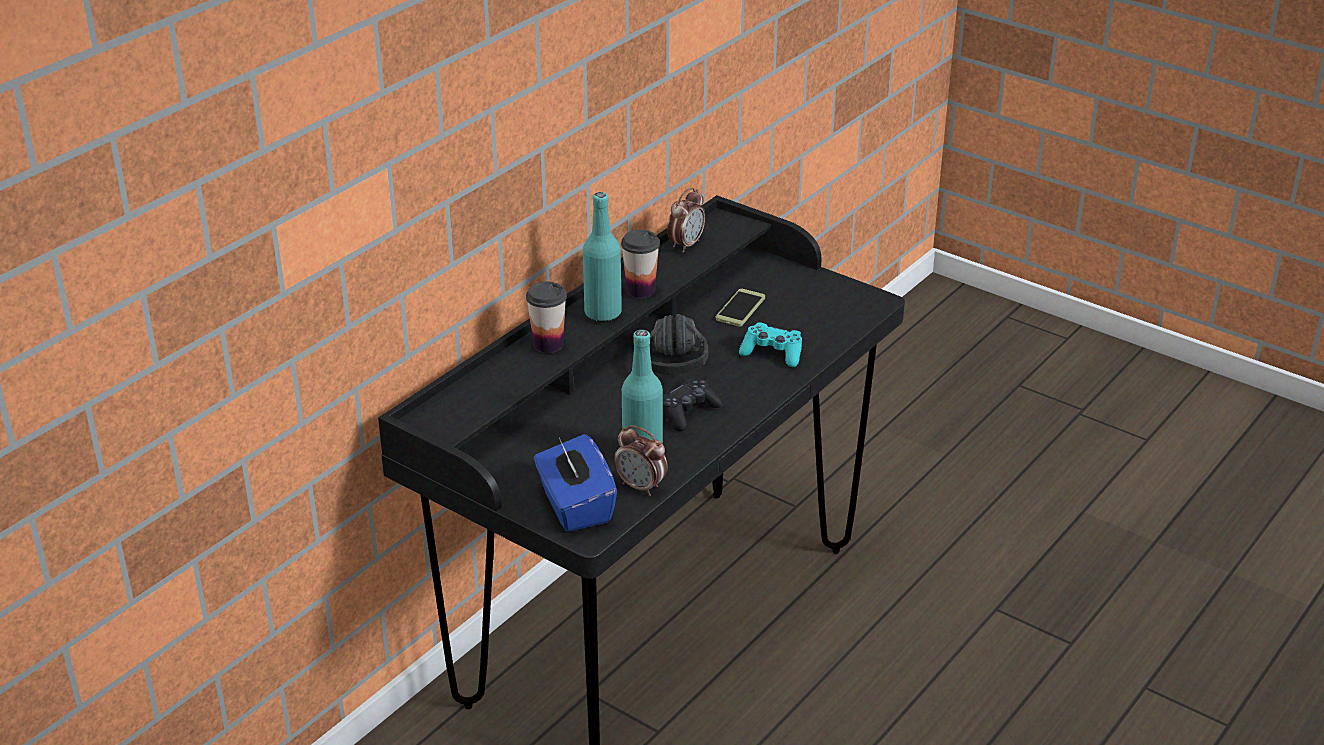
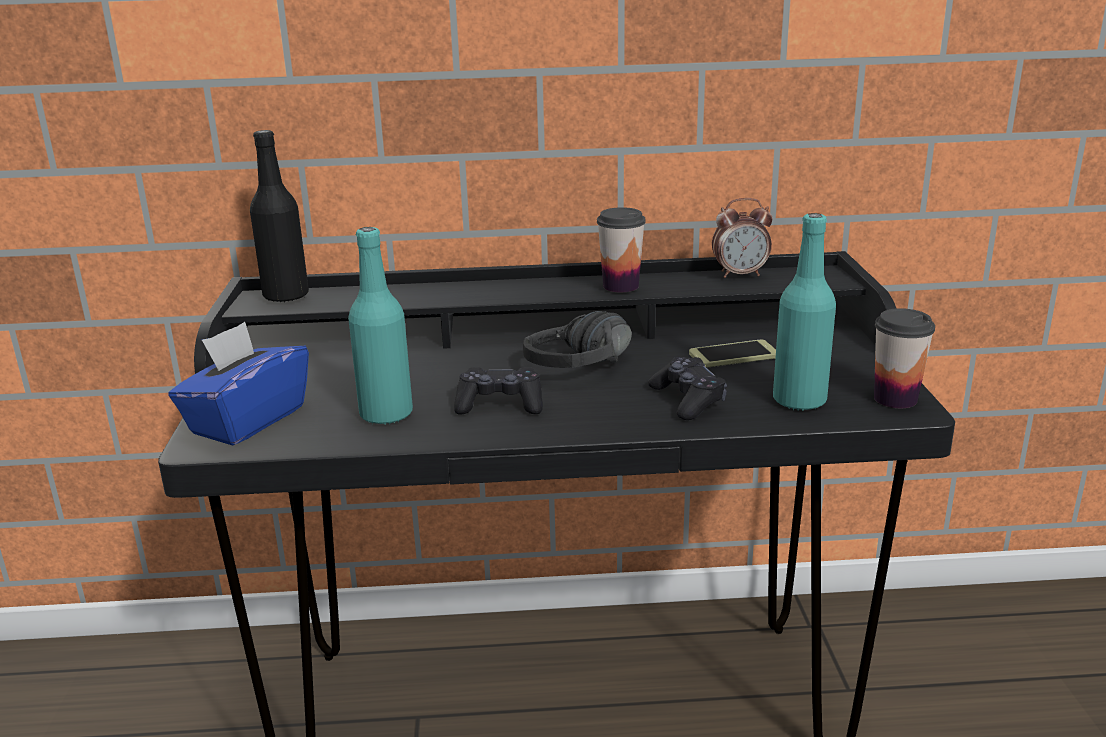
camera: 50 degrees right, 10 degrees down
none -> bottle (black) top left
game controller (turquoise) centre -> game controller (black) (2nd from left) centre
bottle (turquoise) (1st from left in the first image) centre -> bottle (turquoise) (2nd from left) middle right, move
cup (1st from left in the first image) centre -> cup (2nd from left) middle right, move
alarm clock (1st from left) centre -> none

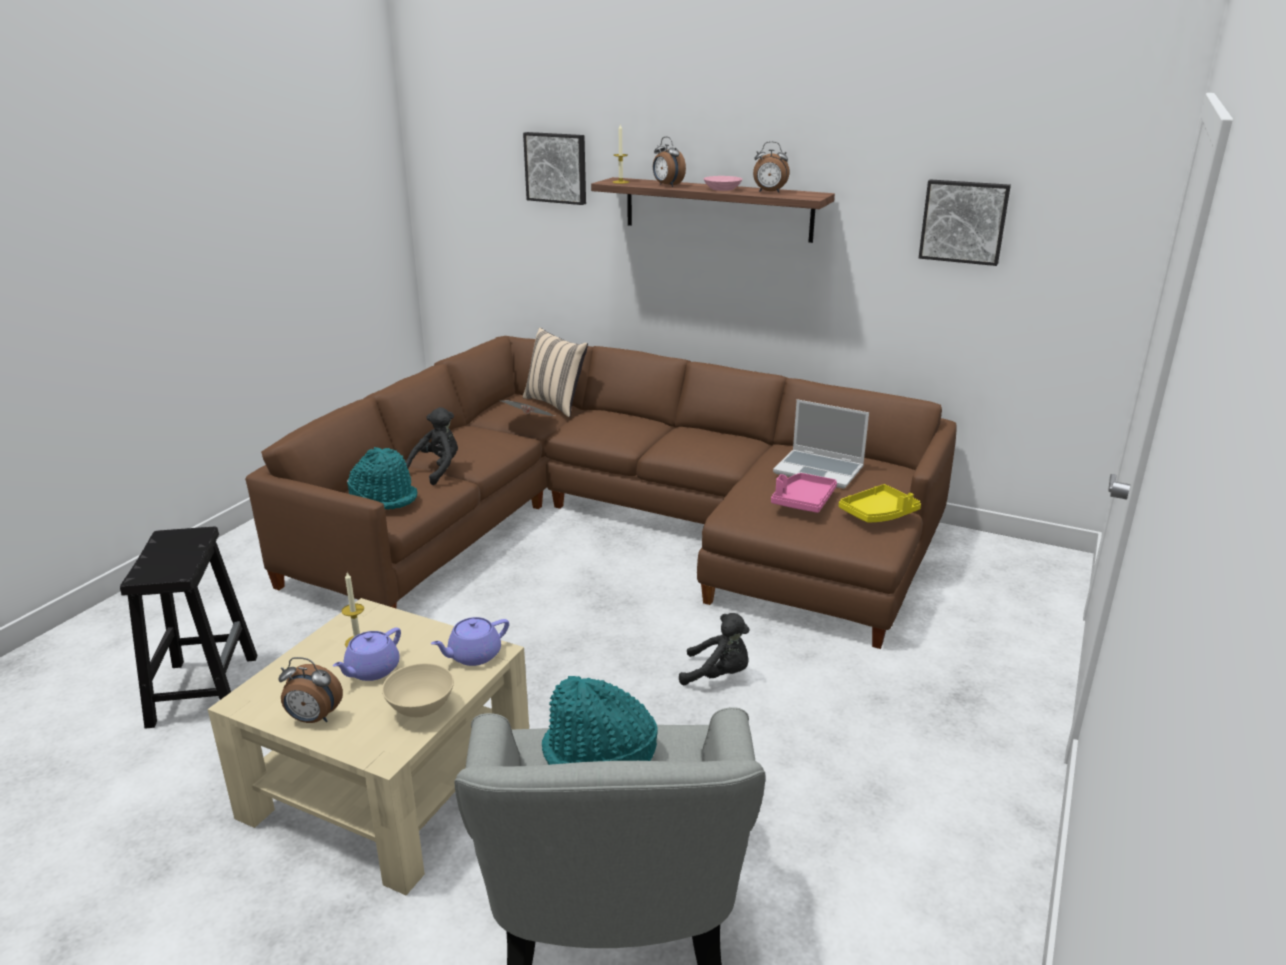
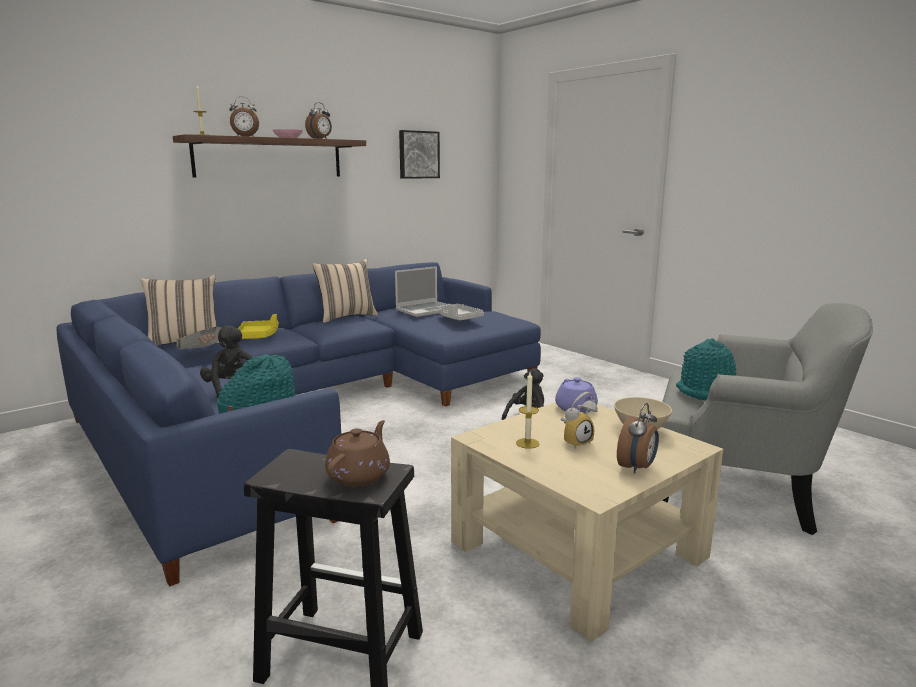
camera: 65 degrees left, 10 degrees down
sofa (brown) centre -> sofa (blue) middle left
tray (yellow) middle right -> tray (yellow) middle left, move
none -> pillow (beige) (2nd from left) centre
none -> teapot (brown) centre
tray (pink) centre -> tray (grey) centre
teapot (purple) (1st from left) bottom left -> alarm clock (3rd from left) centre
picture (1st from left) top centre -> none

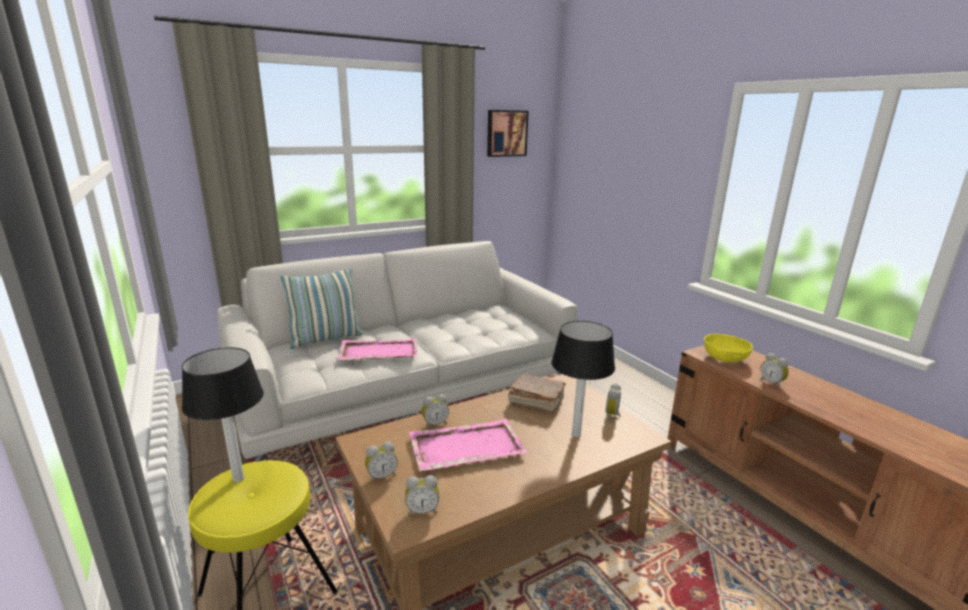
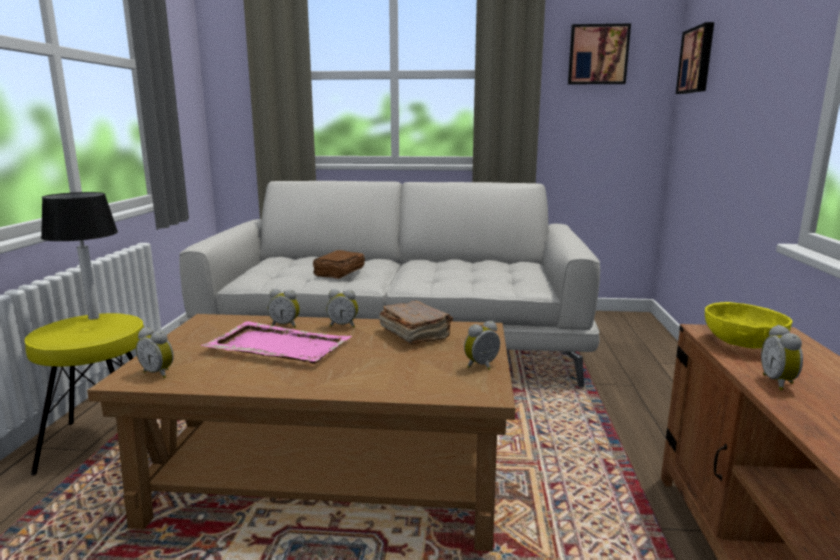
camera: 35 degrees right, 5 degrees down
tray (pink) (1st from left) centre -> book (brown) (1st from left) centre
alarm clock (1st from left in the first image) bottom centre -> alarm clock (3rd from left) centre, move
none -> picture (2nd from left) top right
pillow middle left -> none
table lamp (2nd from left) centre -> none

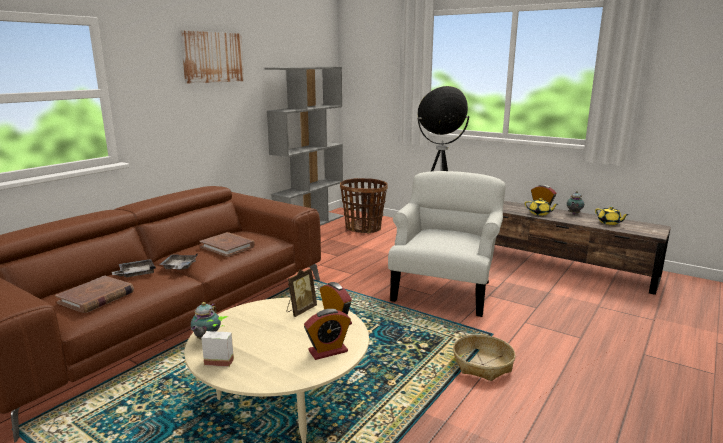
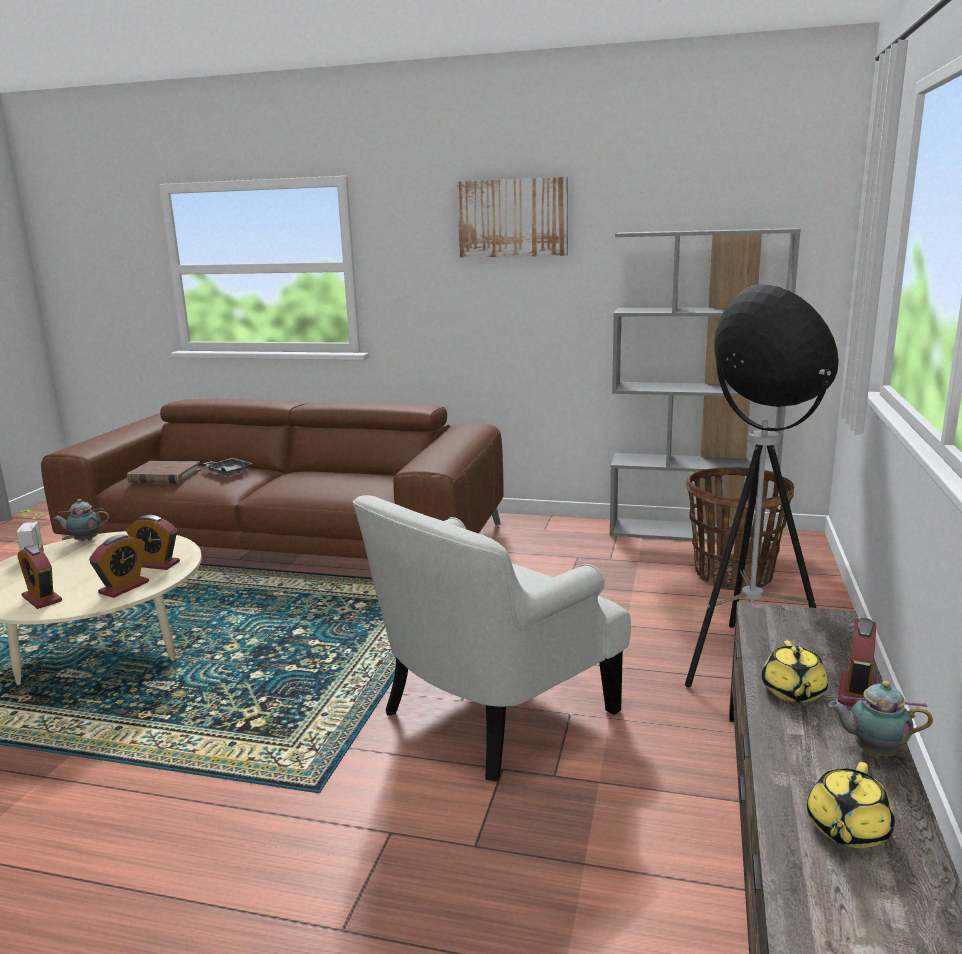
camera: 70 degrees right, 0 degrees up
picture frame centre -> alarm clock (3rd from left) middle left
armchair (white) centre -> armchair (white) bottom centre, 135 degrees clockwise
tray (grey) (2nd from left) middle left -> none
book (brown) (2nd from left) middle left -> none
basket (2nd from left) bottom right -> none

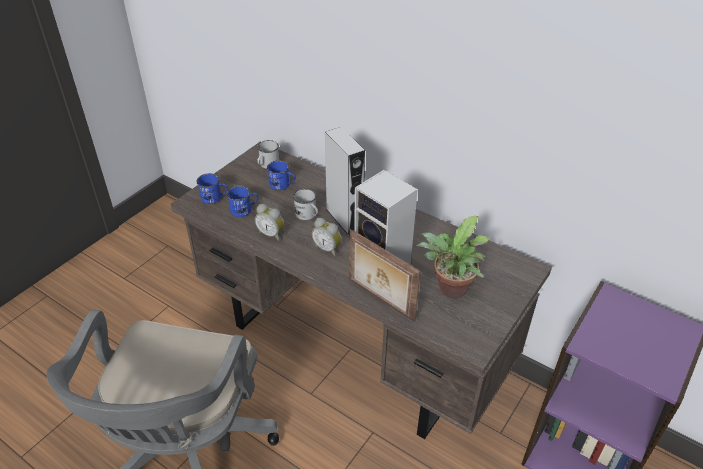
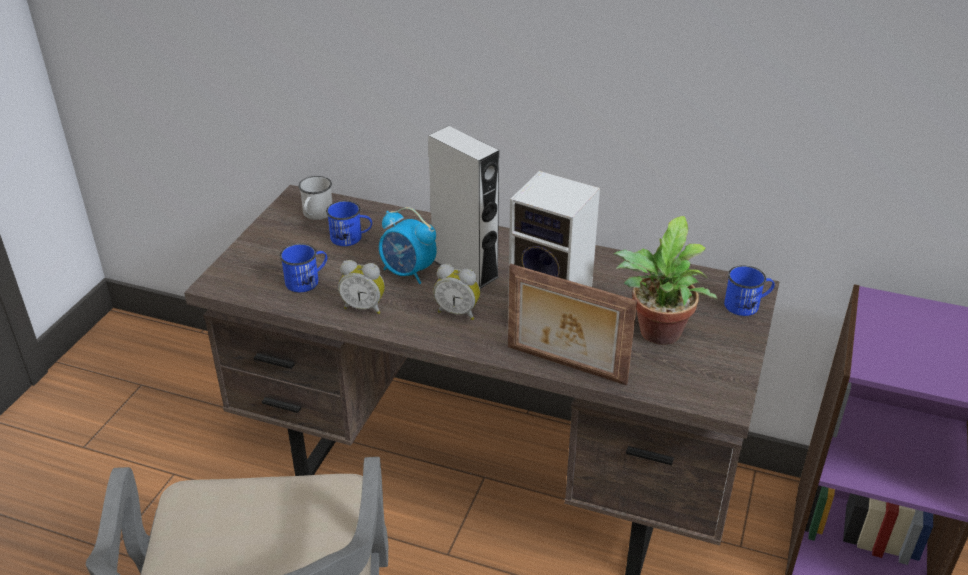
camera: 15 degrees left, 5 degrees down
mug (white) (2nd from left) centre -> alarm clock (2nd from left) centre
mug (blue) (1st from left in the first image) middle left -> mug (blue) (3rd from left) middle right, move

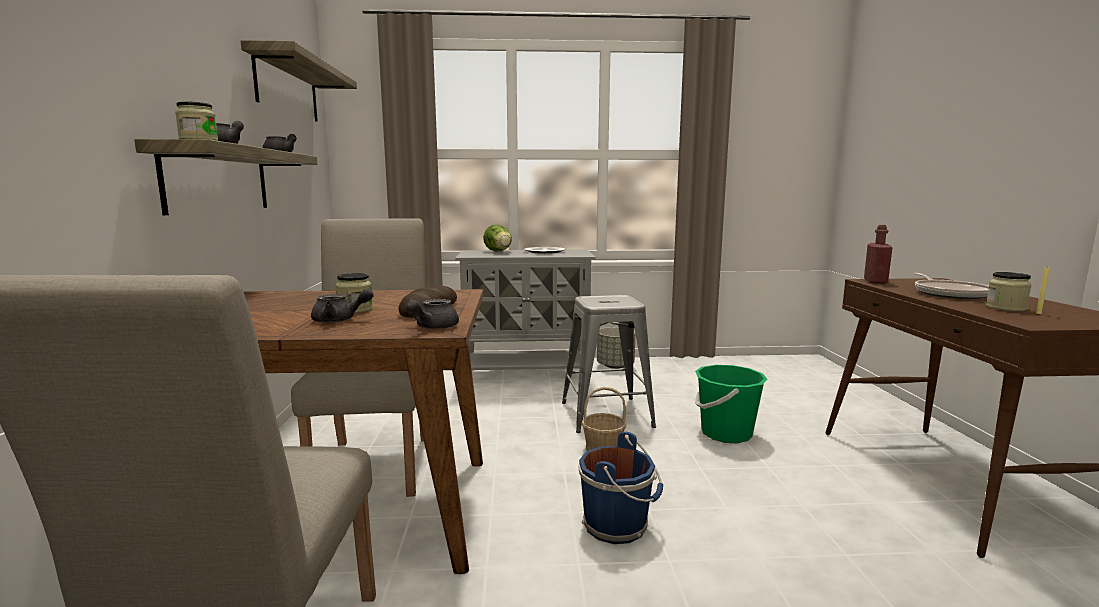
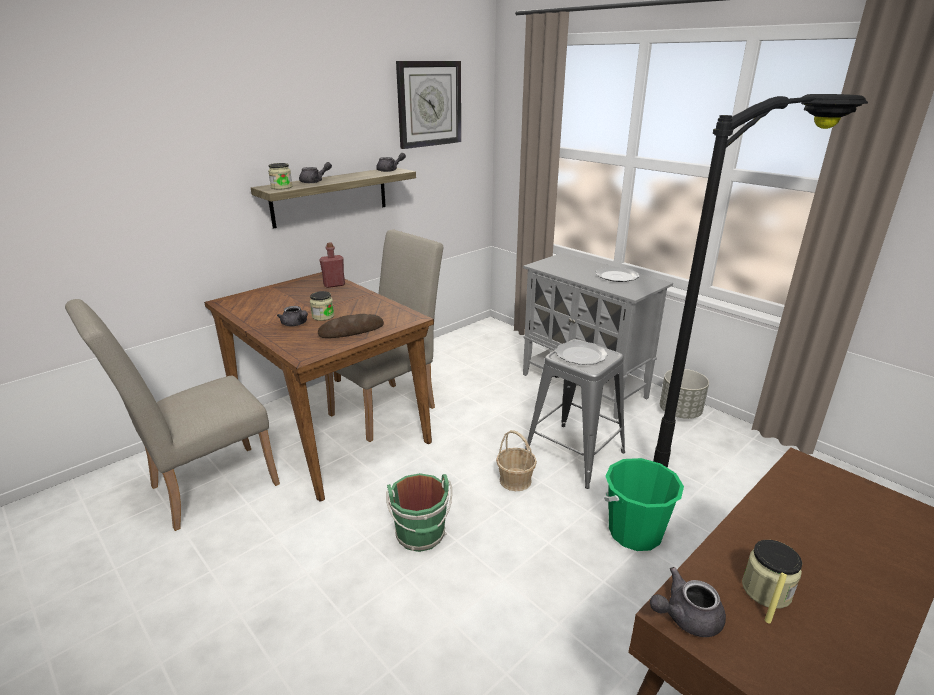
camera: 50 degrees right, 15 degrees up
bottle (red) middle right -> bottle (red) centre, move
bucket (blue) bottom centre -> bucket (green) (1st from left) bottom centre
shelf (2nd from left) top left -> wall clock top centre
none -> plate (1st from left) centre
teapot (grey) (4th from left) centre -> teapot (grey) (4th from left) bottom right, move
none -> floor lamp (black) middle right
lettuce centre -> none
frying pan middle right -> none

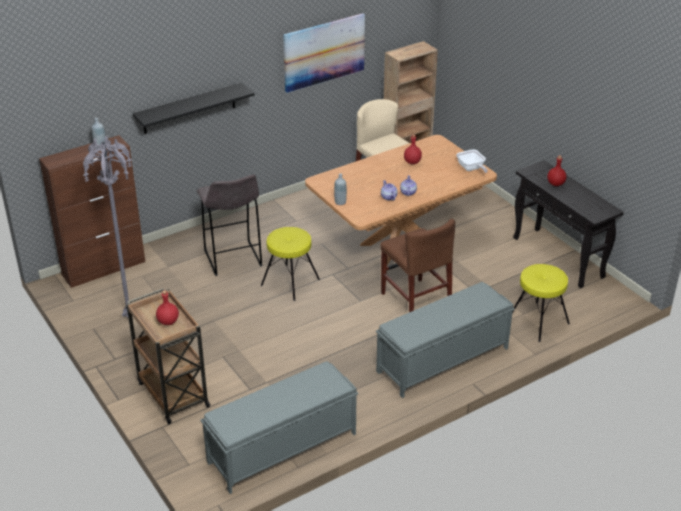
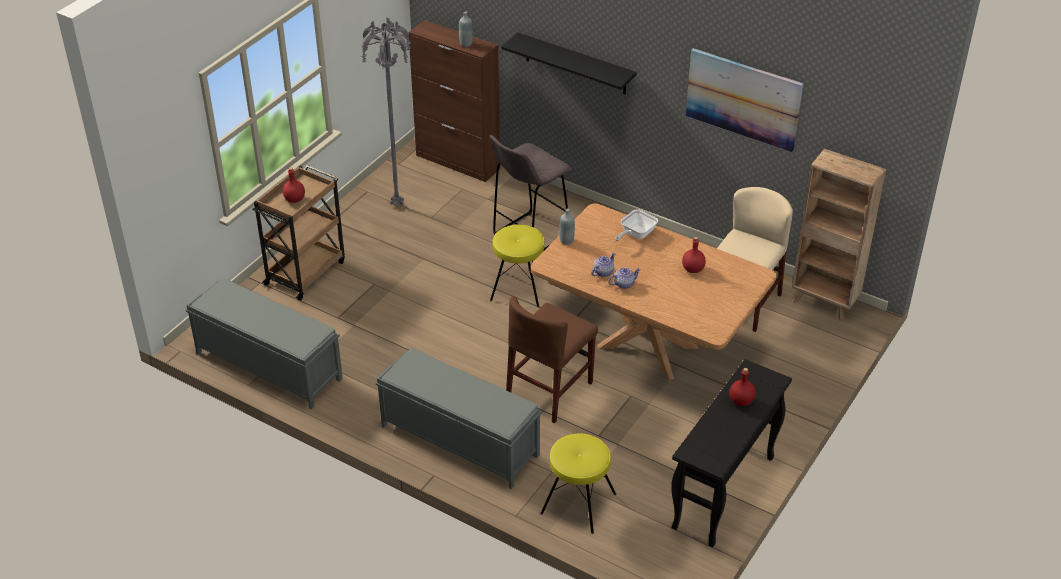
camera: 65 degrees right, 5 degrees up
frying pan top right -> frying pan centre, move

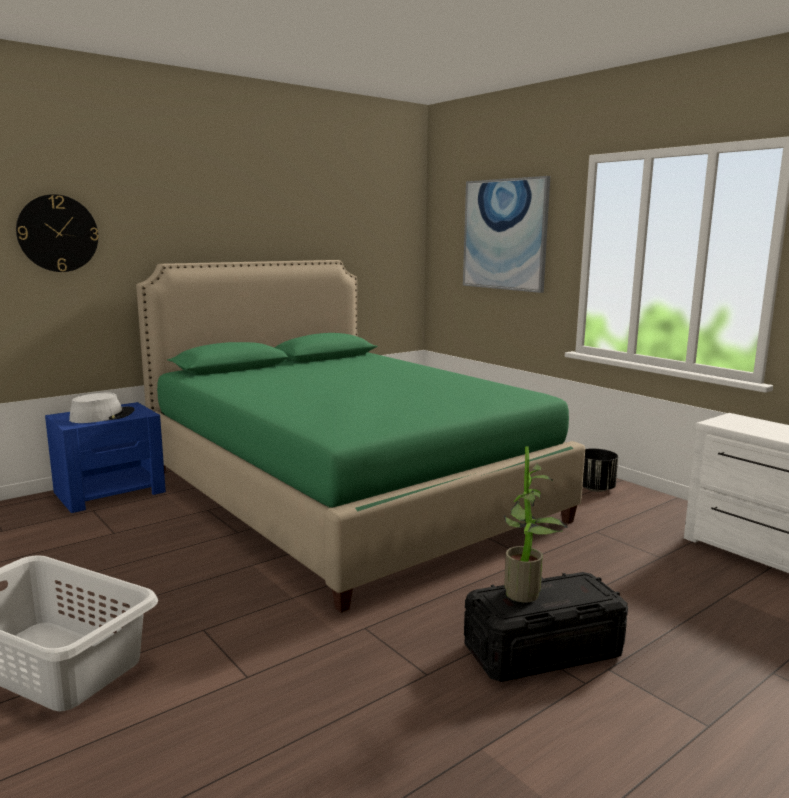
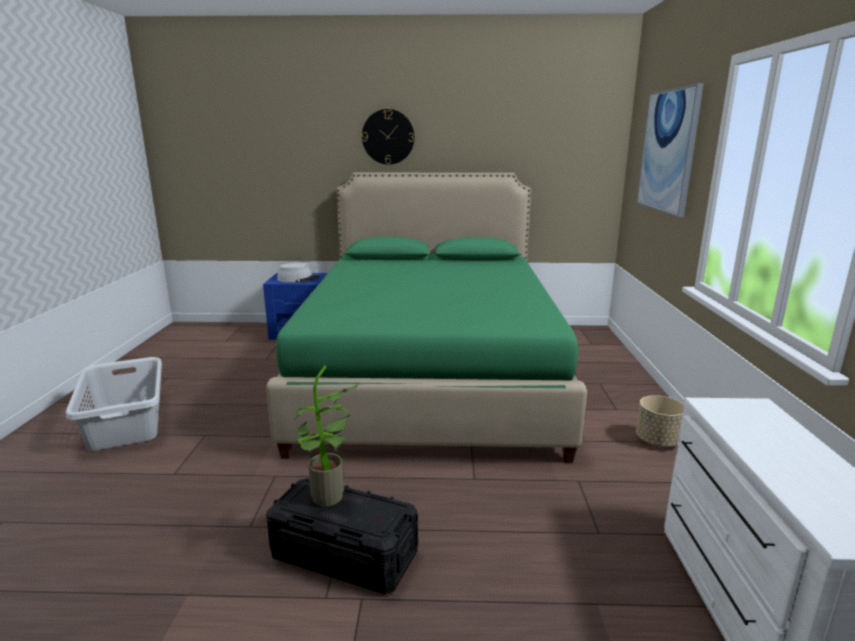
camera: 40 degrees right, 5 degrees up
wall clock top left -> wall clock top centre, move
planter (black) middle right -> planter (beige) middle right

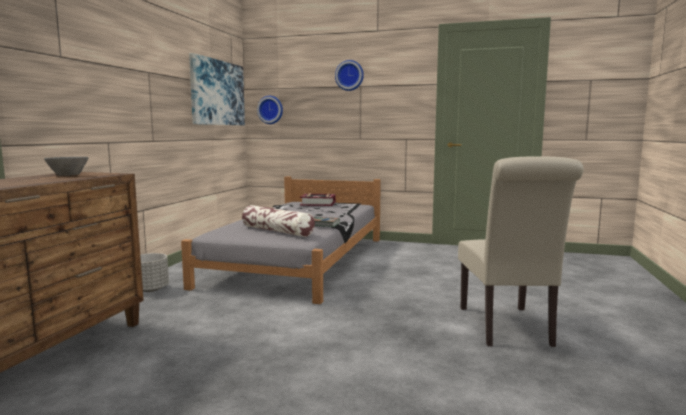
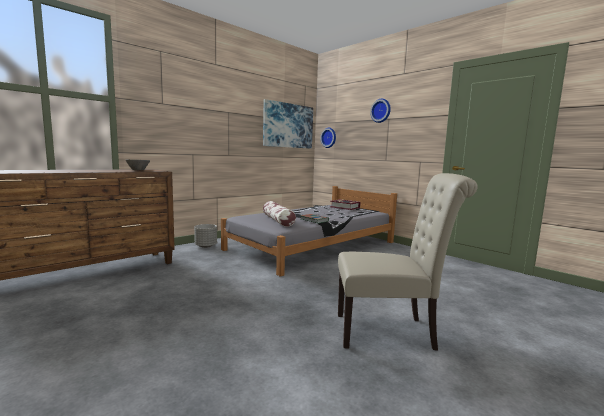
camera: 30 degrees right, 0 degrees up
chair (beige) middle right, 120 degrees counterclockwise

